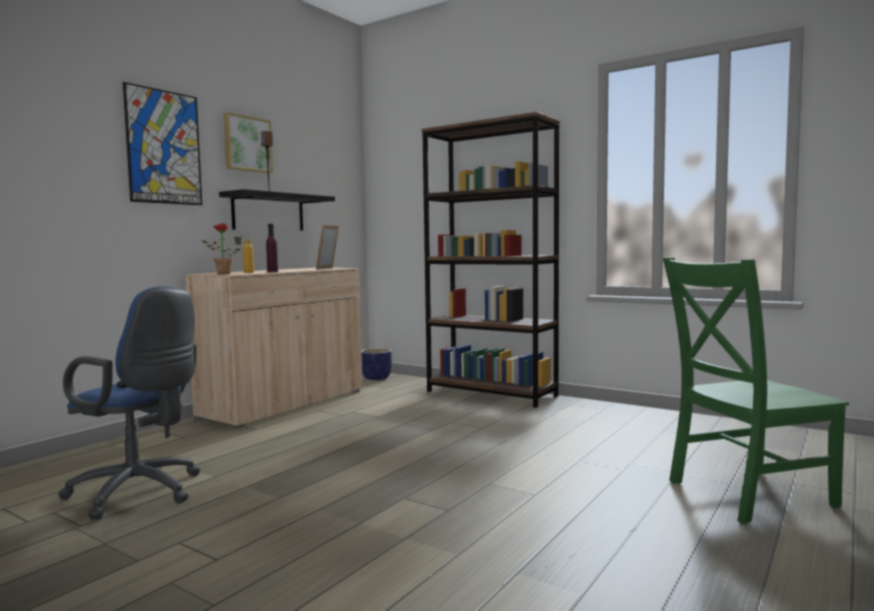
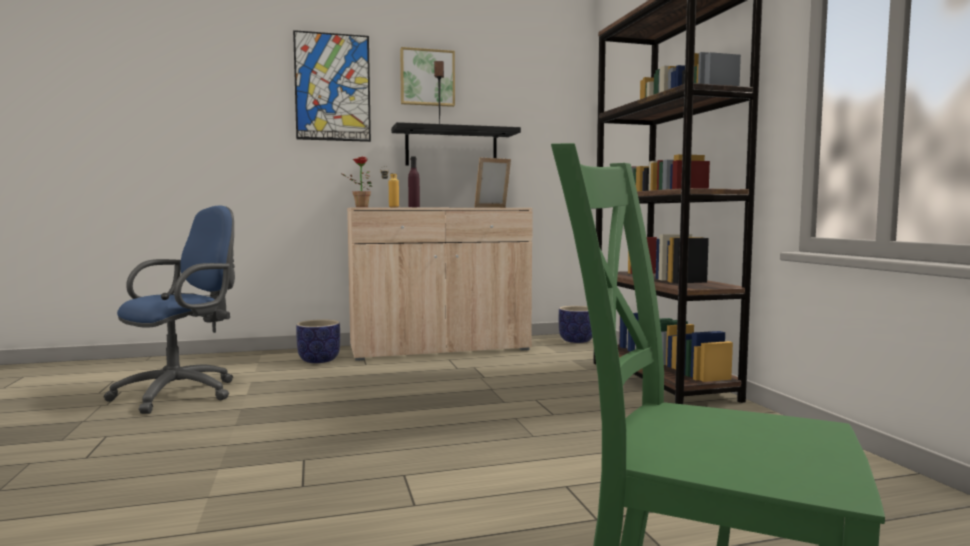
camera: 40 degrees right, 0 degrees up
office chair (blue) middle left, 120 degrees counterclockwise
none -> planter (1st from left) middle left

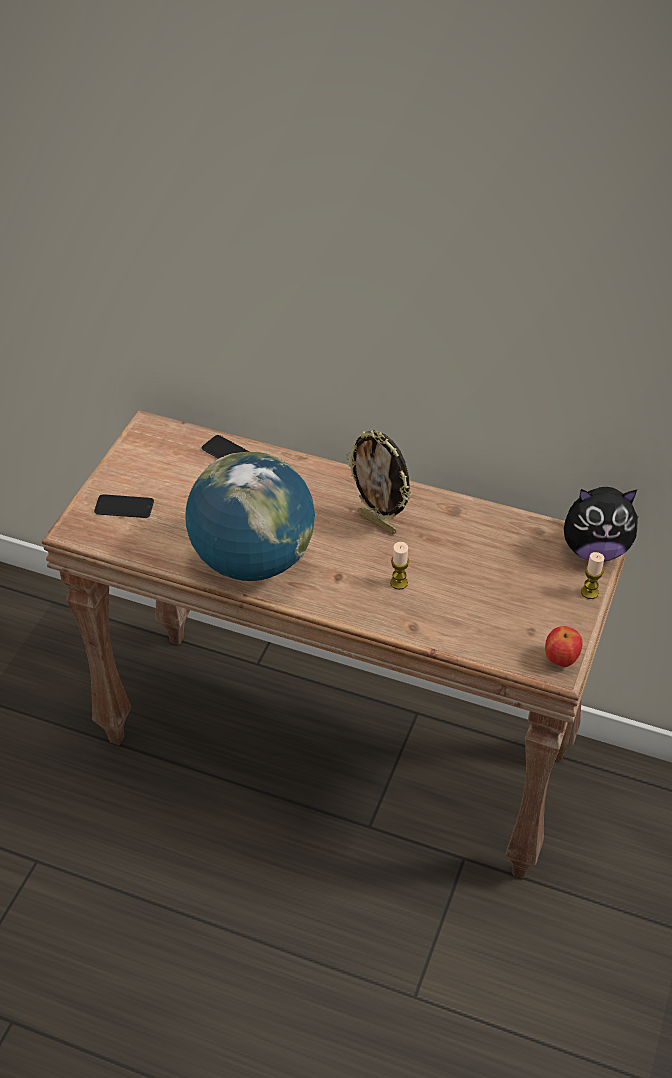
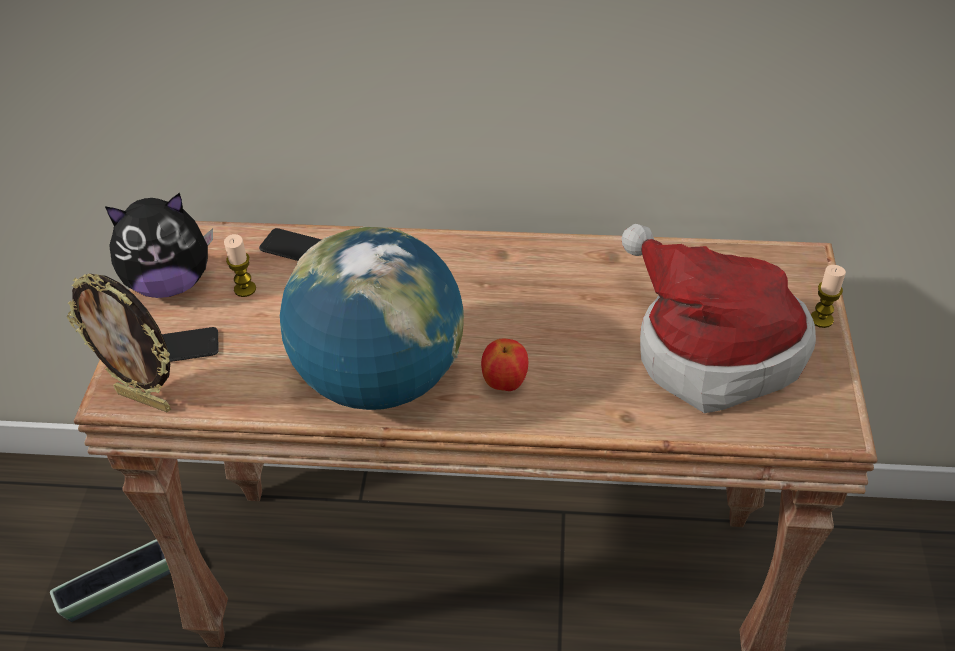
camera: 15 degrees left, 0 degrees up
none -> planter bottom left
picture frame centre -> picture frame middle left, move
plush toy middle right -> plush toy middle left, move
candle (1st from left) centre -> candle (1st from left) middle left, move
apple middle right -> apple centre, move
none -> hat middle right

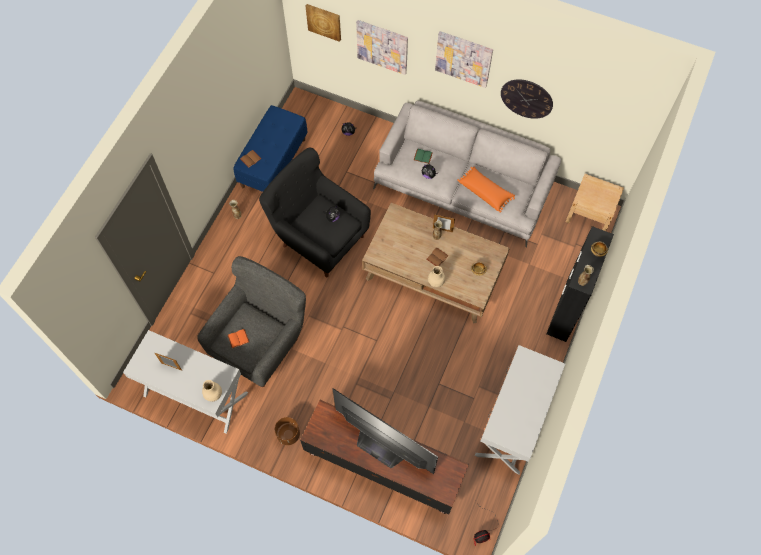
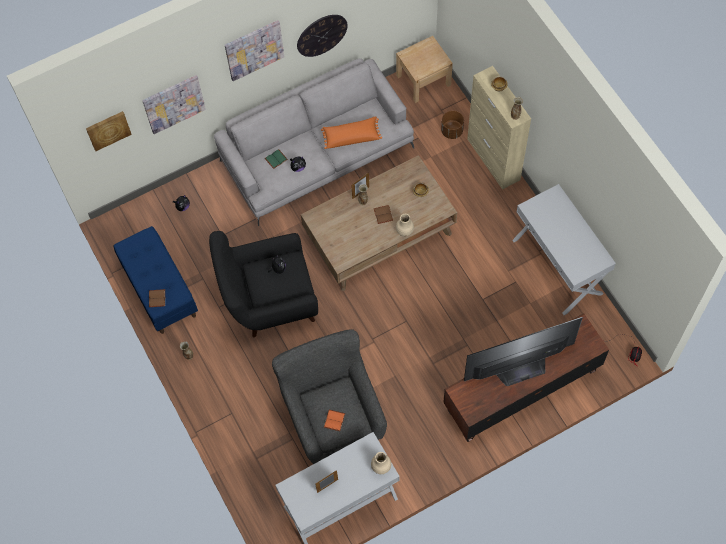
camera: 50 degrees left, 0 degrees up
planter (brown) bottom centre -> planter (brown) top centre, move
cabinet (black) middle right -> cabinet (beige) top right

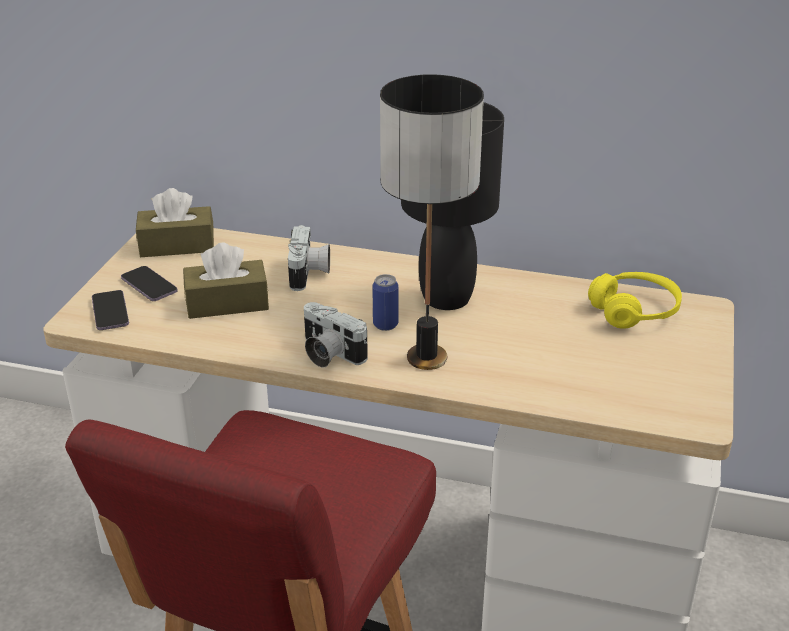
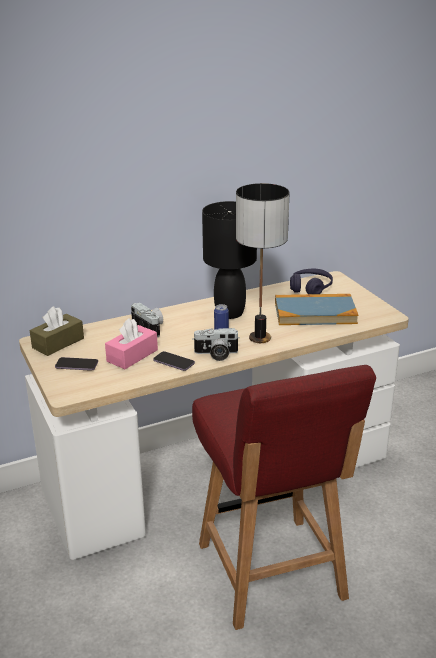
camera: 40 degrees left, 5 degrees down
tissue box (brown) (2nd from left) middle left -> tissue box (pink) middle left
phone (1st from left in the first image) middle left -> phone (2nd from left) centre, move
none -> book middle right
headphones (yellow) middle right -> headphones (purple) middle right

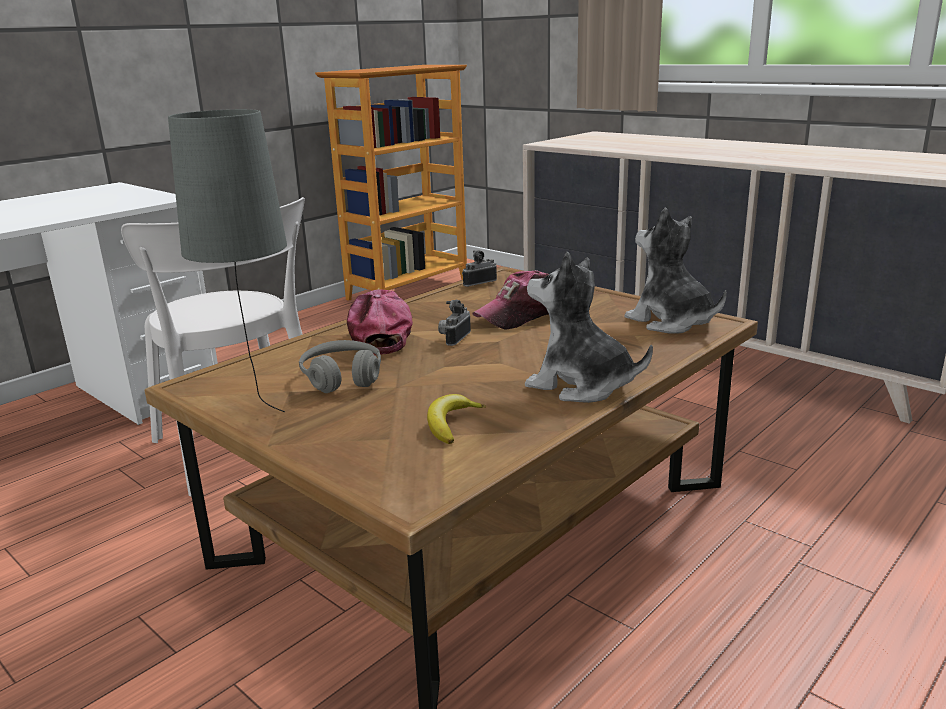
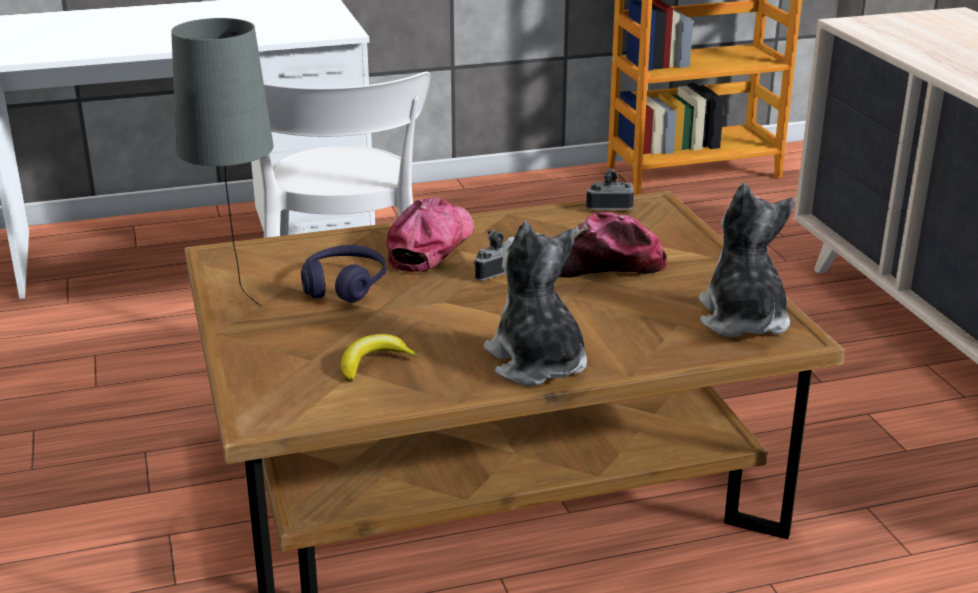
camera: 30 degrees right, 5 degrees up
headphones (grey) centre -> headphones (purple) centre

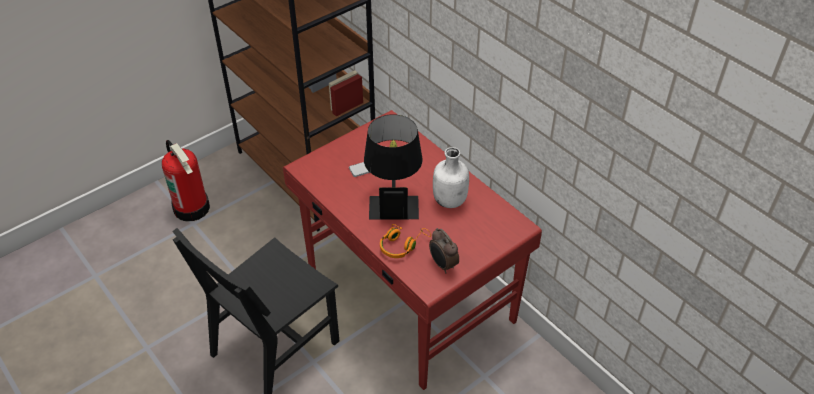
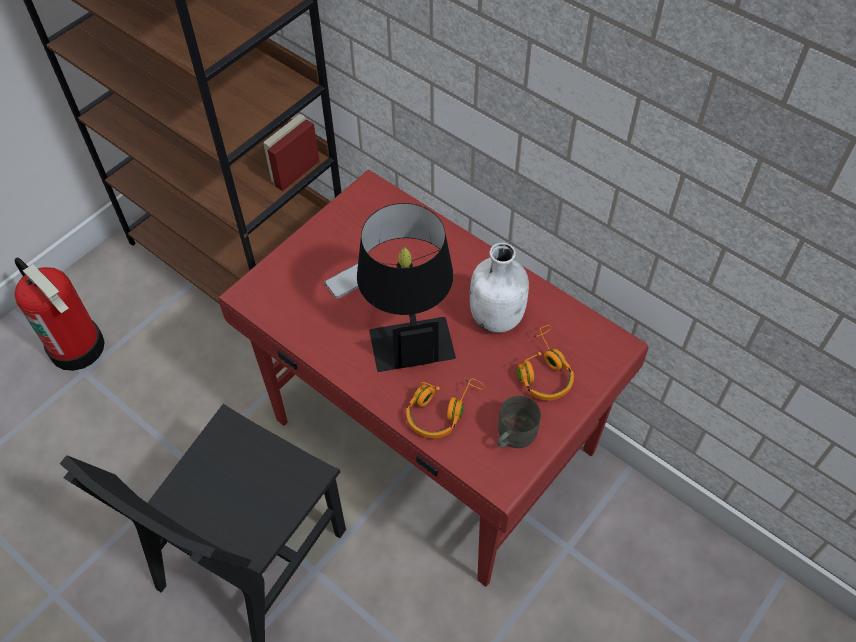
camera: 10 degrees left, 10 degrees up
alarm clock centre -> mug (grey) centre
none -> headphones (orange) (2nd from left) centre

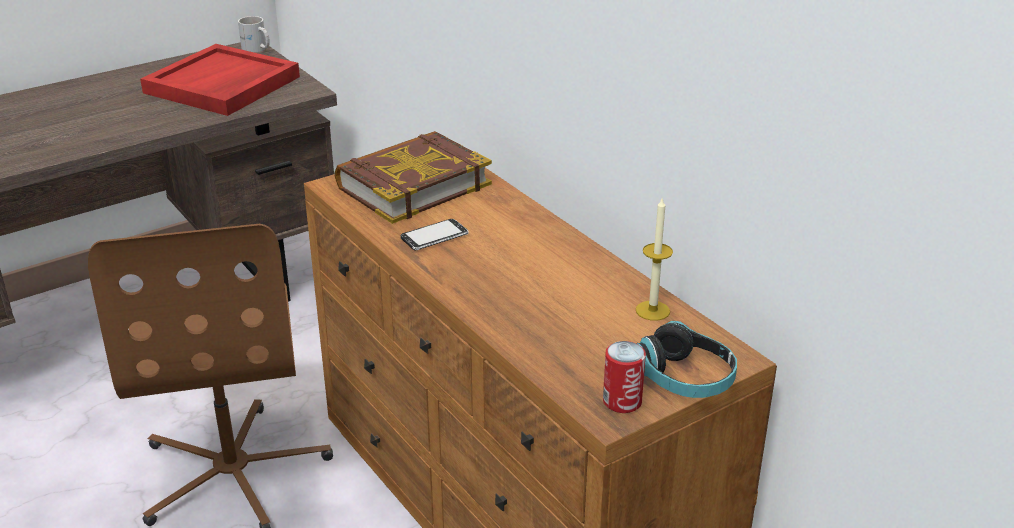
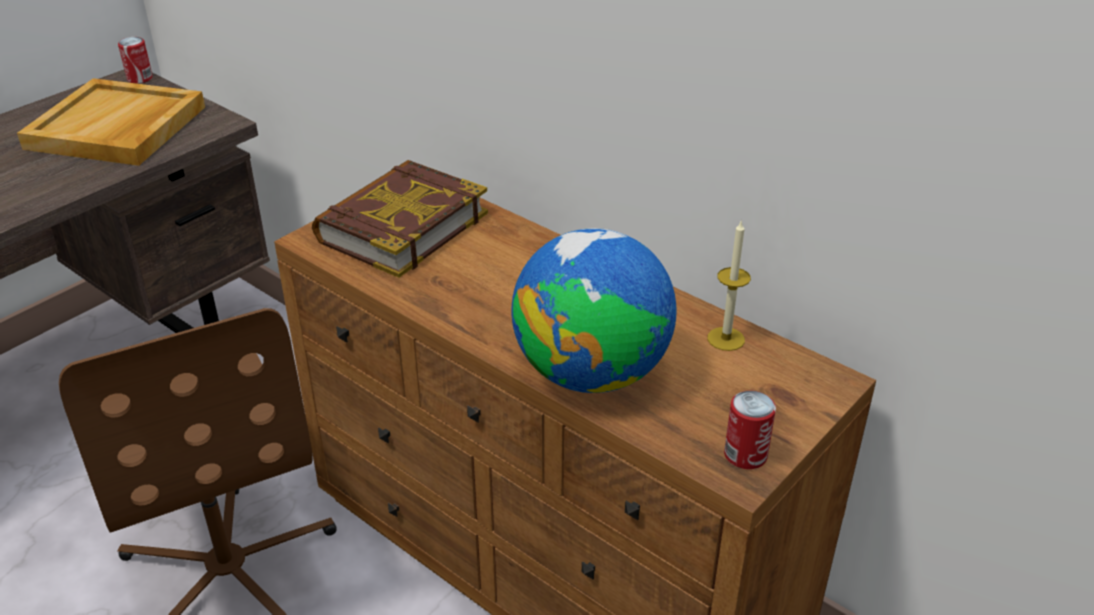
camera: 15 degrees left, 5 degrees up
tray (red) top left -> tray (beige) top left
mug (white) top left -> can (1st from left) top left
none -> globe centre
phone centre -> none
headphones bottom right -> none

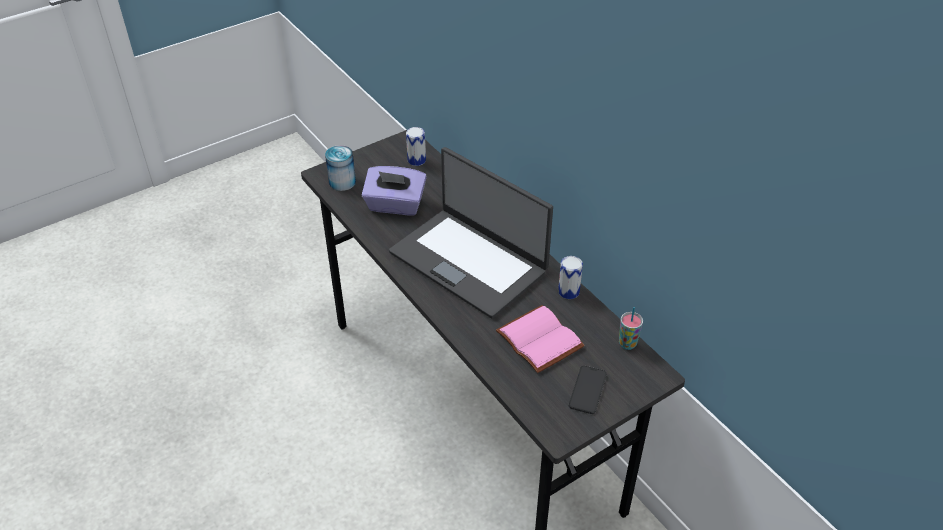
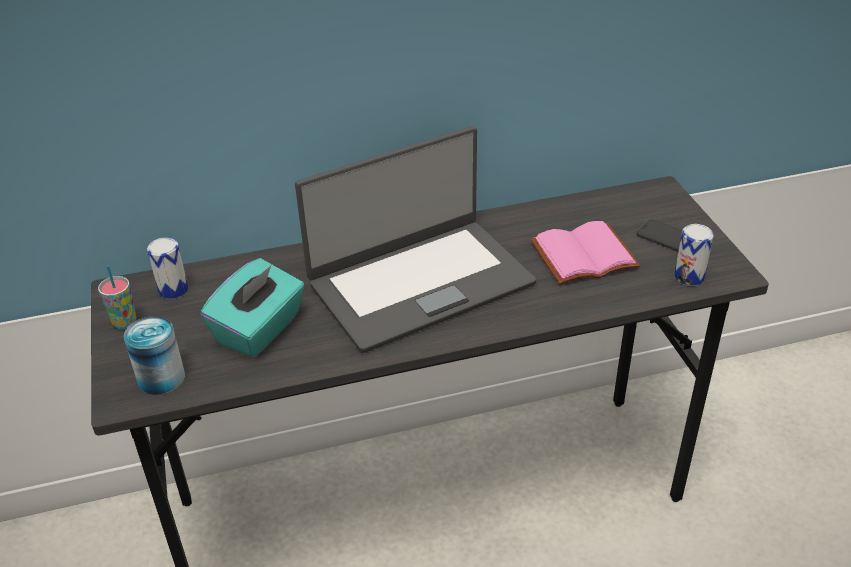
camera: 70 degrees left, 5 degrees down
cup middle right -> cup middle left, move
tissue box (purple) centre -> tissue box (turquoise) middle left
can (3rd from left) centre -> can (3rd from left) middle right, move

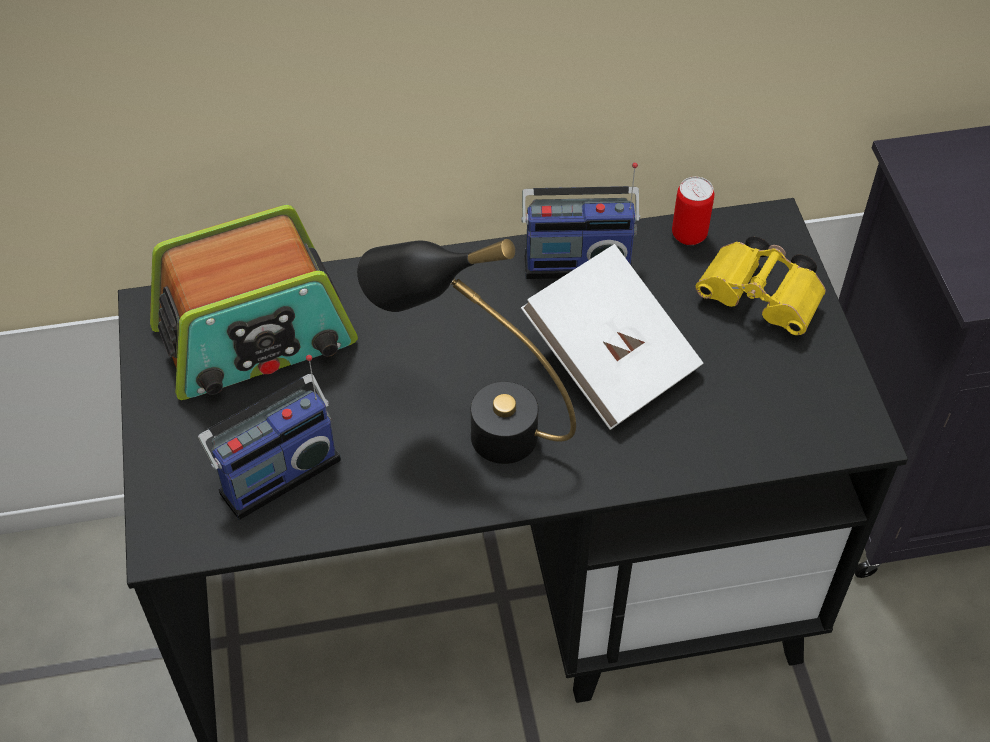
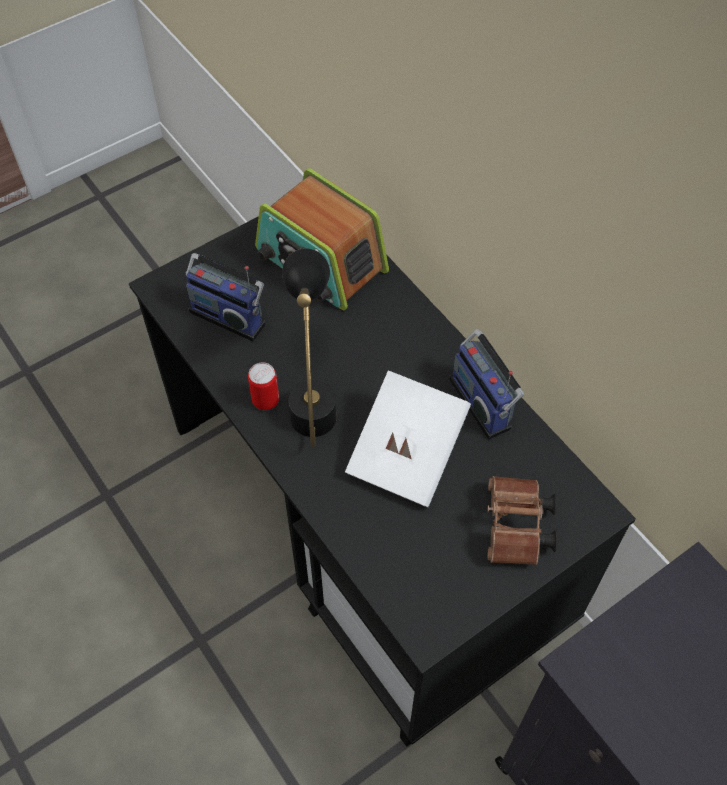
camera: 65 degrees right, 5 degrees up
can top right -> can centre, move
binoculars (yellow) middle right -> binoculars (brown) middle right

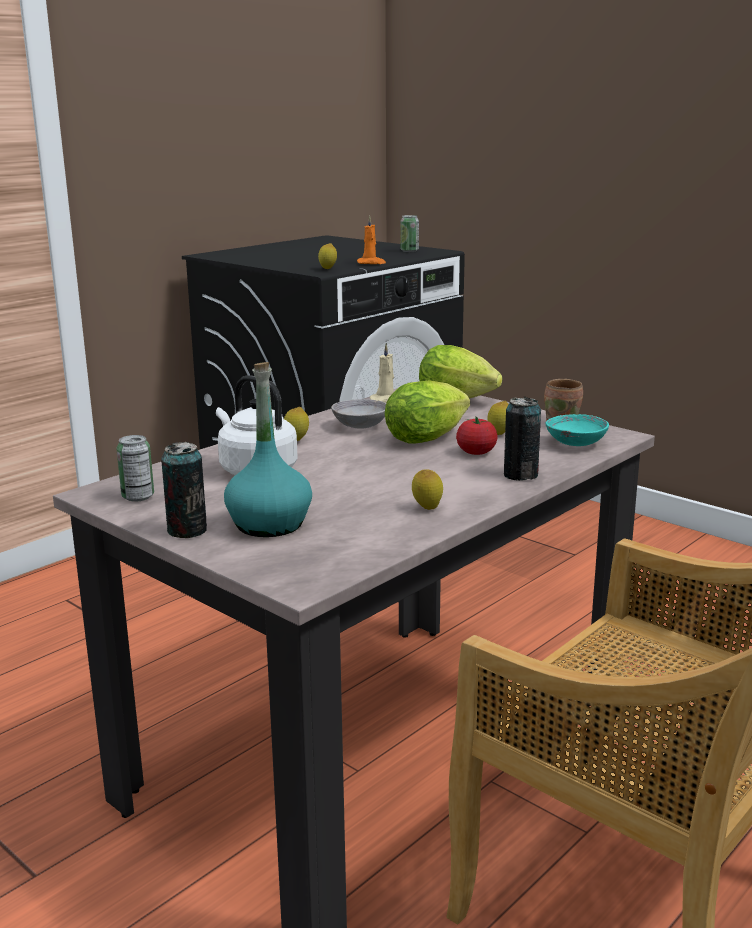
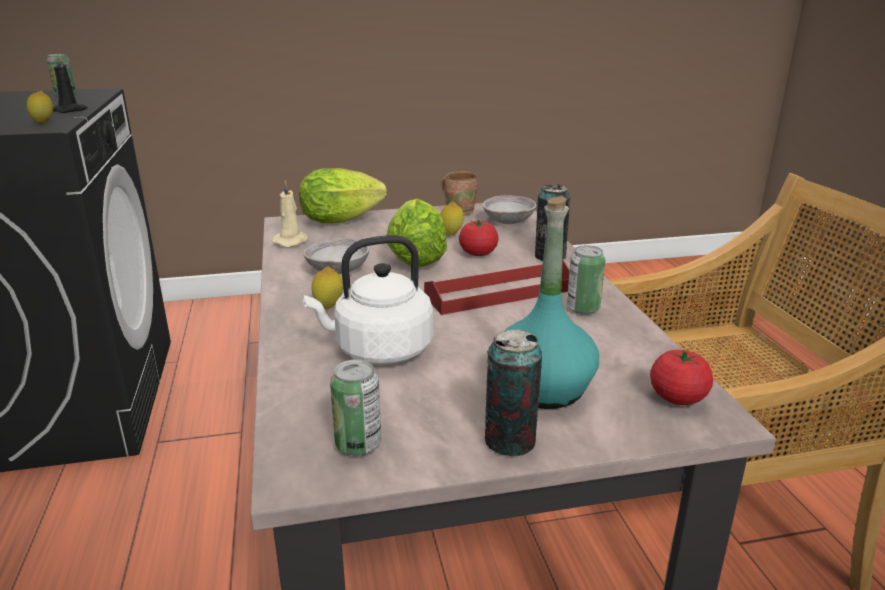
camera: 55 degrees left, 5 degrees up
candle (orange) top centre -> candle (black) top left
none -> tray (red) centre
bowl (turquoise) middle right -> bowl (grey) (2nd from left) centre
lemon (3rd from left) centre -> can (5th from left) centre
none -> tomato (2nd from left) middle right

